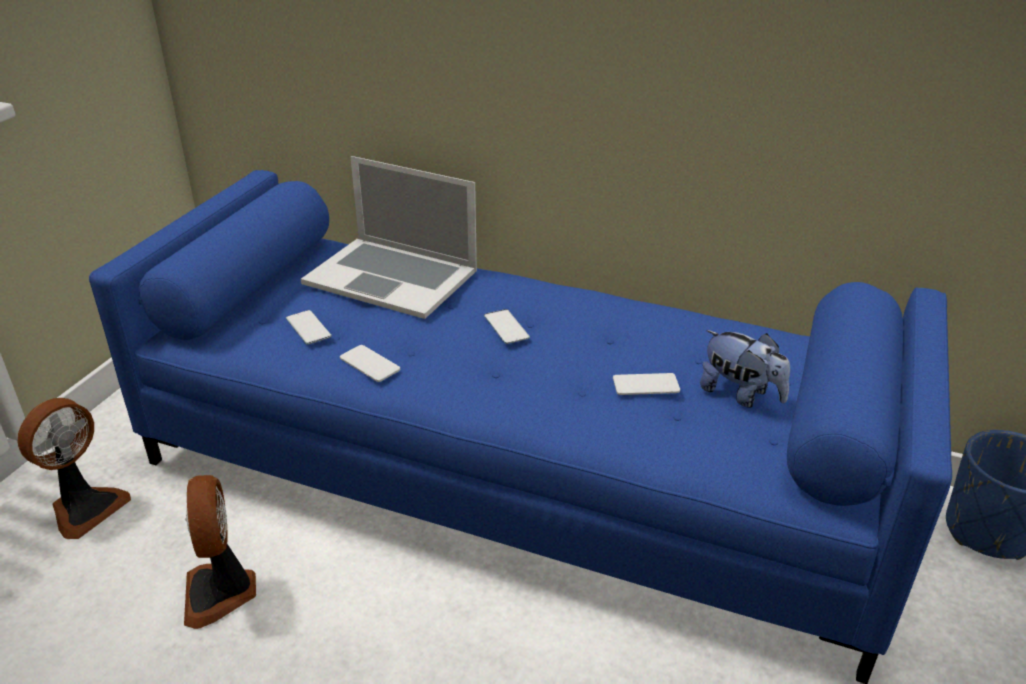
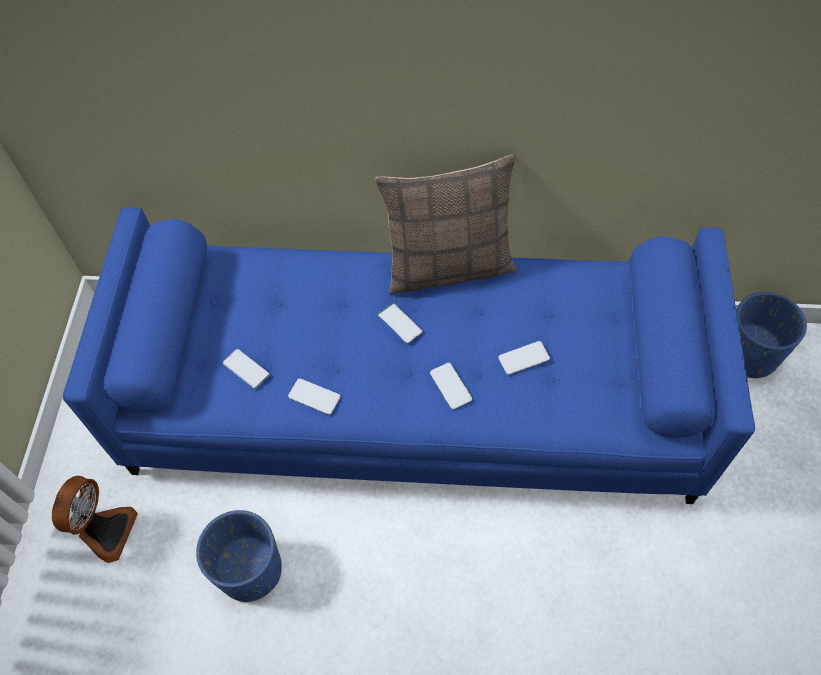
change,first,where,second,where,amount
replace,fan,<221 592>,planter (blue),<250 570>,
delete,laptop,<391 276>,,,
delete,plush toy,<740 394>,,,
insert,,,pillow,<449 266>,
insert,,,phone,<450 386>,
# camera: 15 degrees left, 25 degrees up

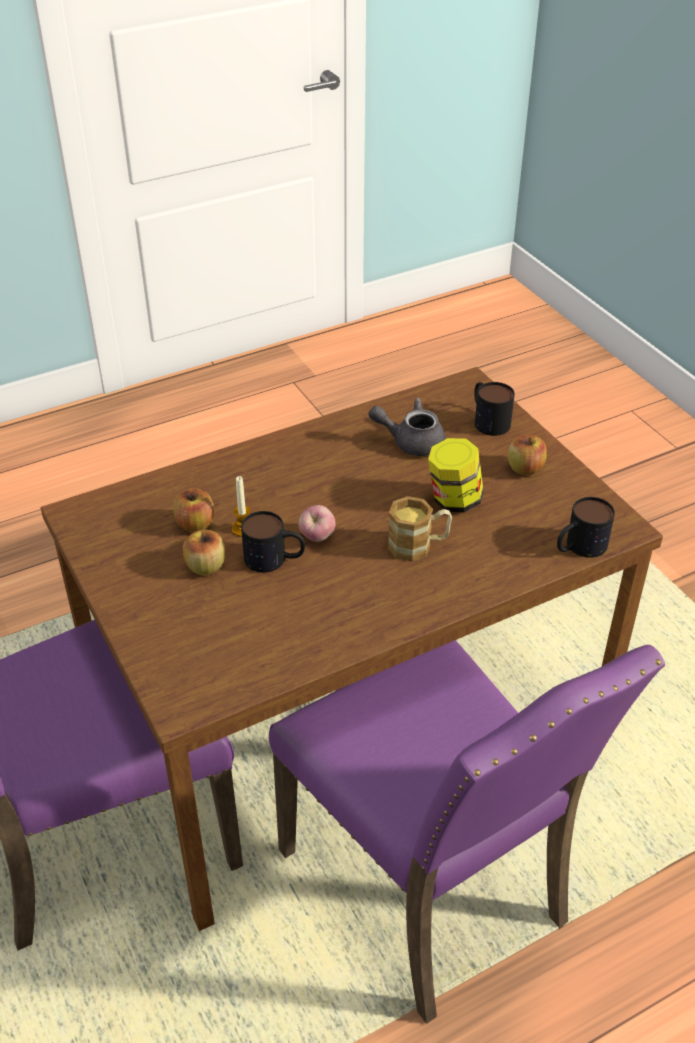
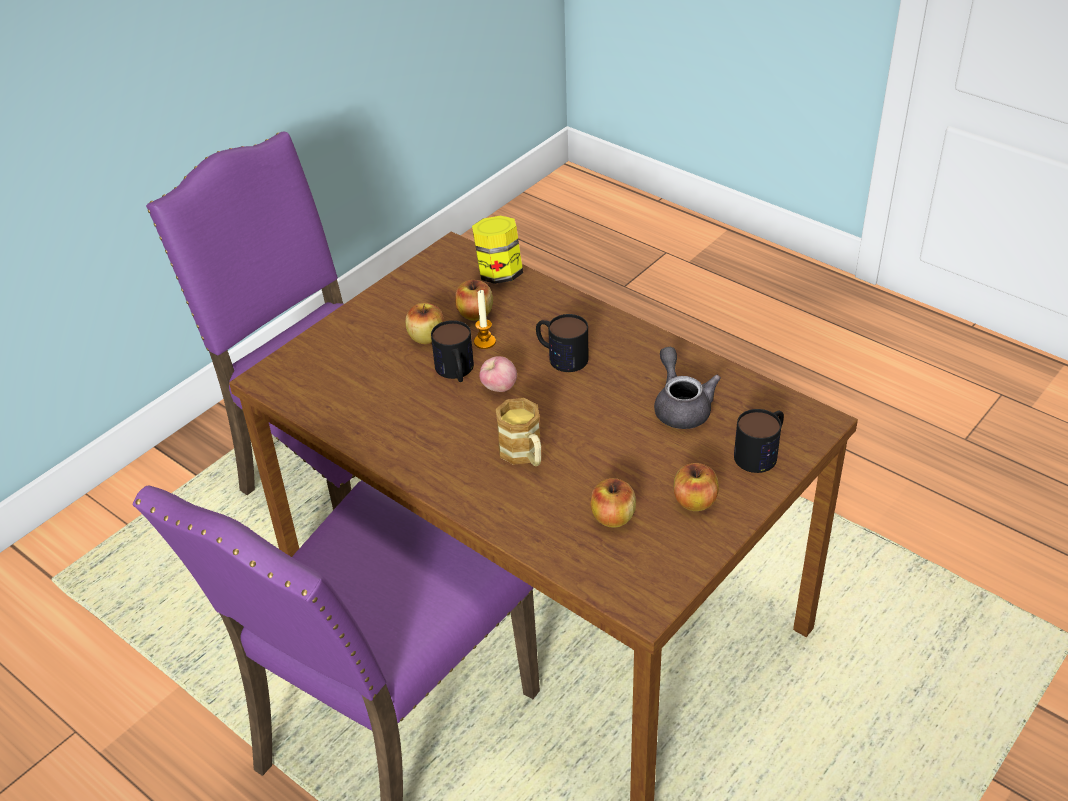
change,first,where,second,where,amount
move,jar,<454 500>,,<499 274>,
move,mug,<579 547>,,<560 356>,
insert,,,apple,<613 517>,
# camera: 70 degrees right, 0 degrees up

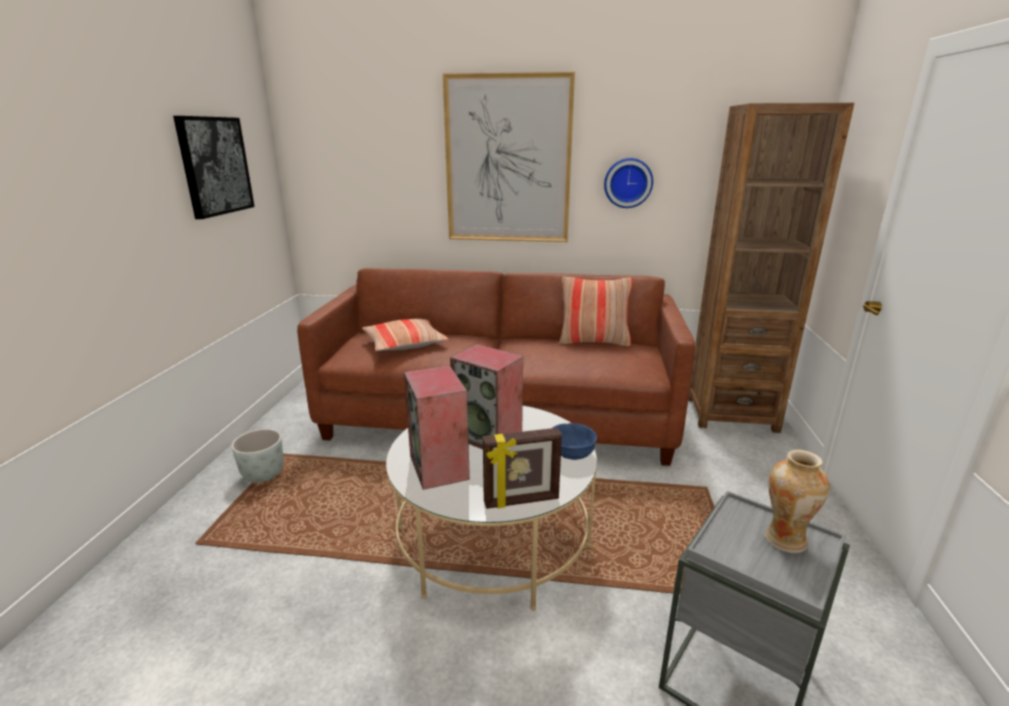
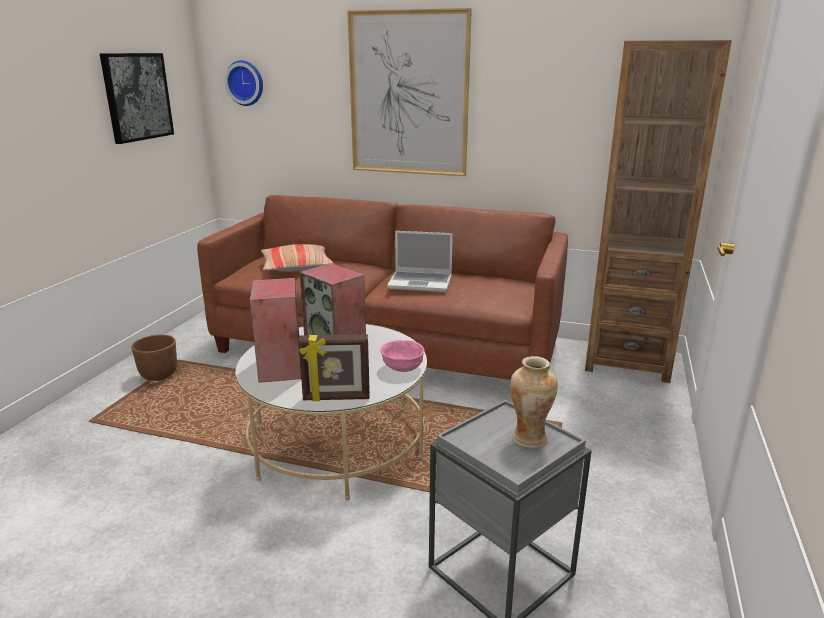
change,first,where,second,where,amount
recolor,planter (grey),<263 475>,planter (brown),<159 375>,
recolor,bowl (blue),<571 454>,bowl (pink),<402 367>,
delete,pillow,<594 341>,,,
move,wall clock,<628 183>,,<246 83>,
insert,,,laptop,<421 282>,
# camera: 10 degrees right, 0 degrees up

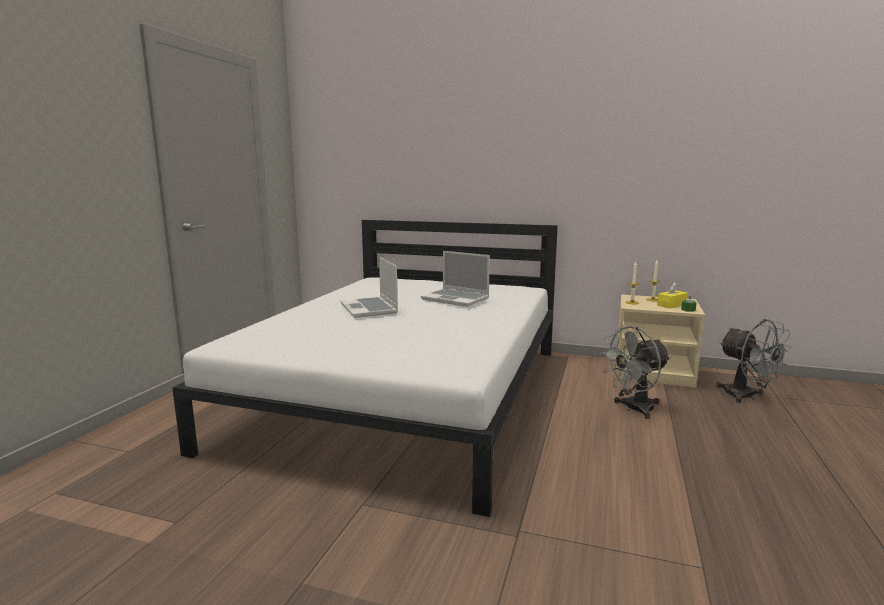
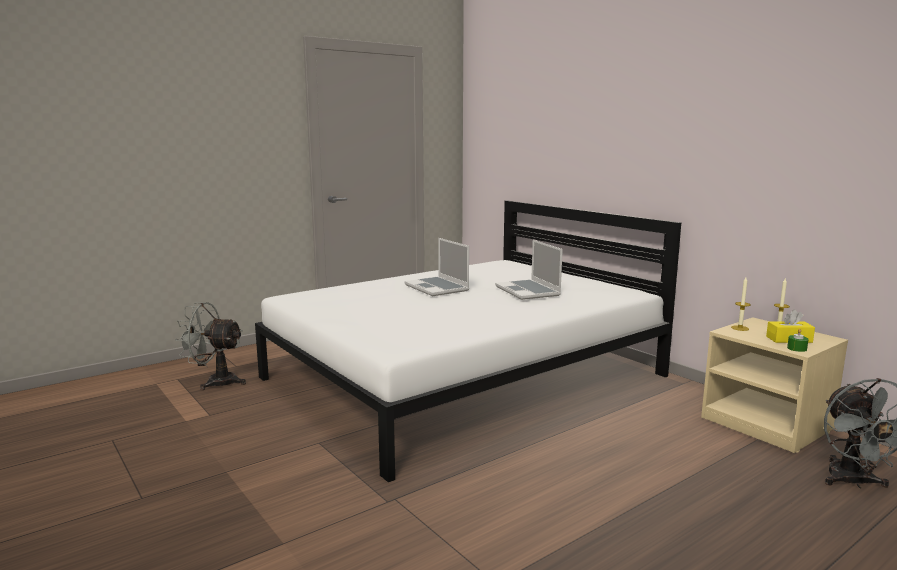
change,first,where,second,where,amount
rotate,laptop,<370 309>,,<437 288>,45 degrees counterclockwise
move,fan (grey),<633 409>,,<215 382>,
# camera: 35 degrees right, 0 degrees up

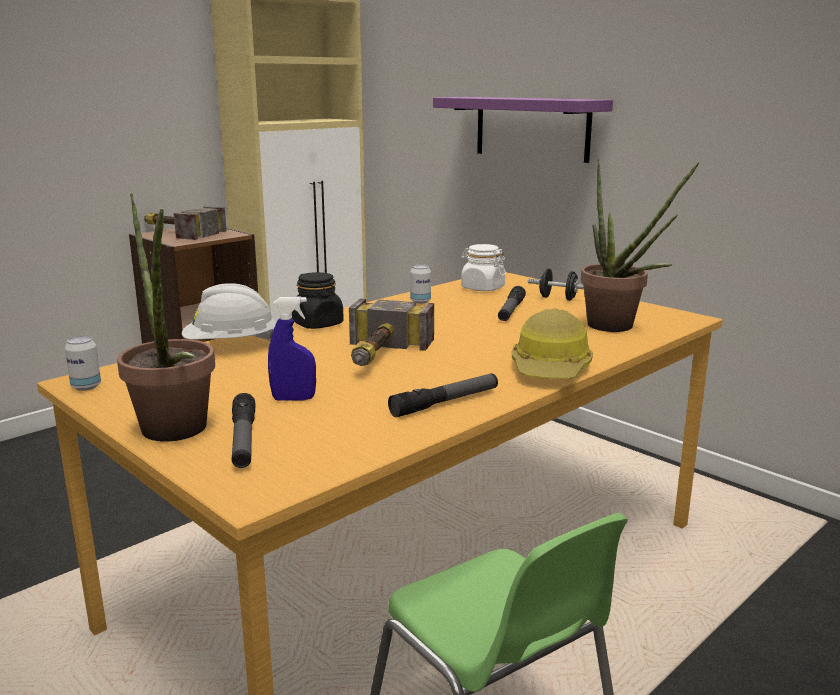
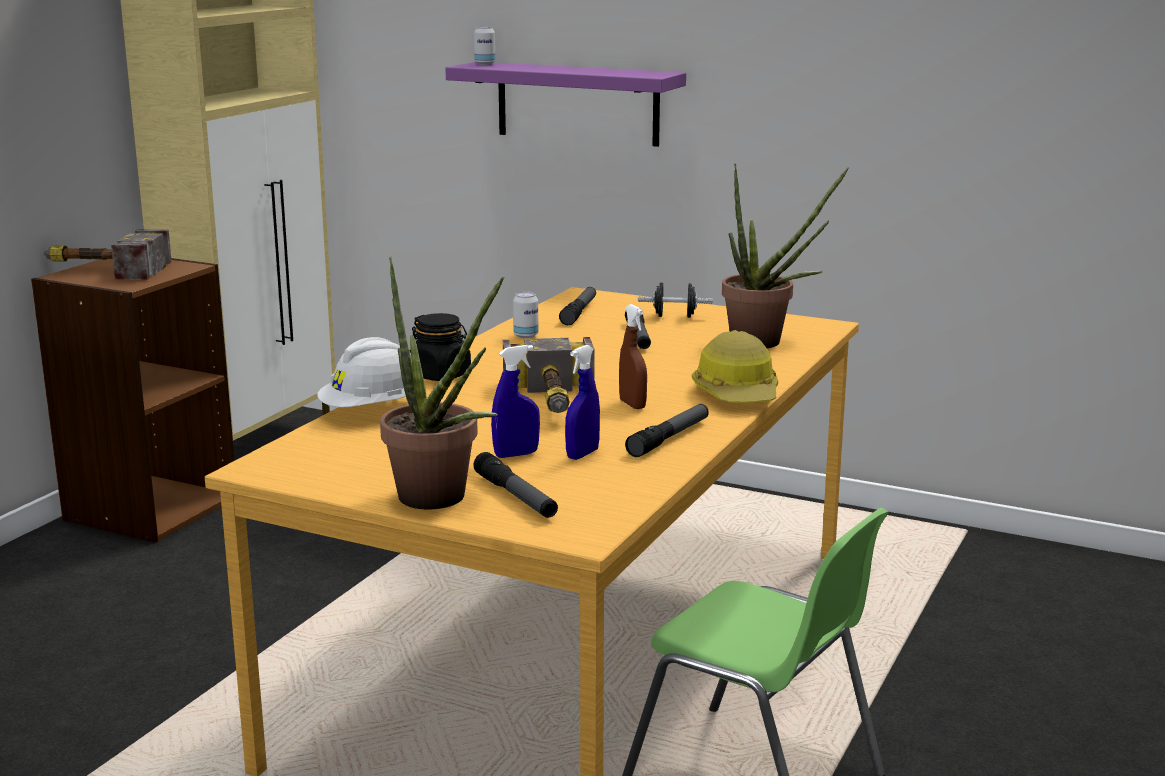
change,first,where,second,where,amount
move,can,<86 386>,,<485 64>,
replace,jar (white),<482 288>,flashlight,<579 312>,
insert,,,spray bottle (blue),<582 454>,
insert,,,spray bottle (brown),<632 405>,
# camera: 20 degrees left, 0 degrees up

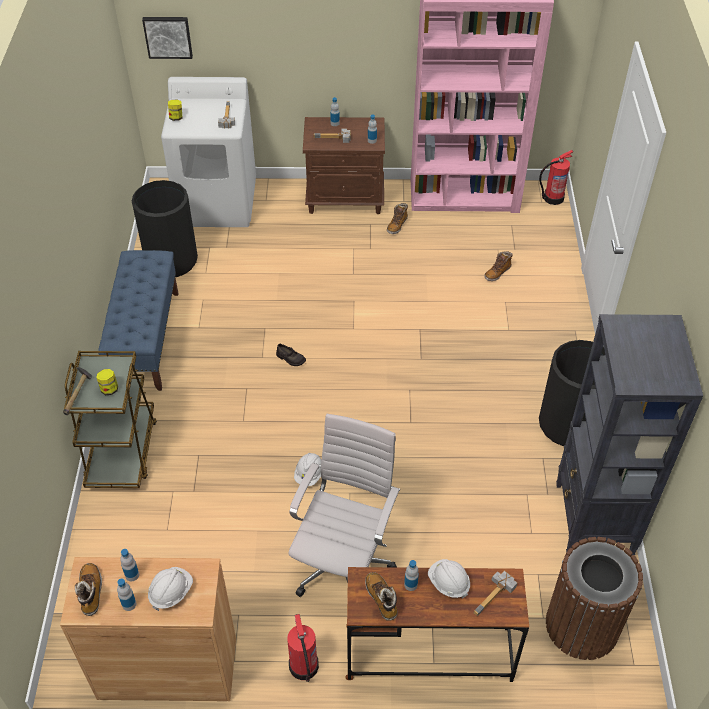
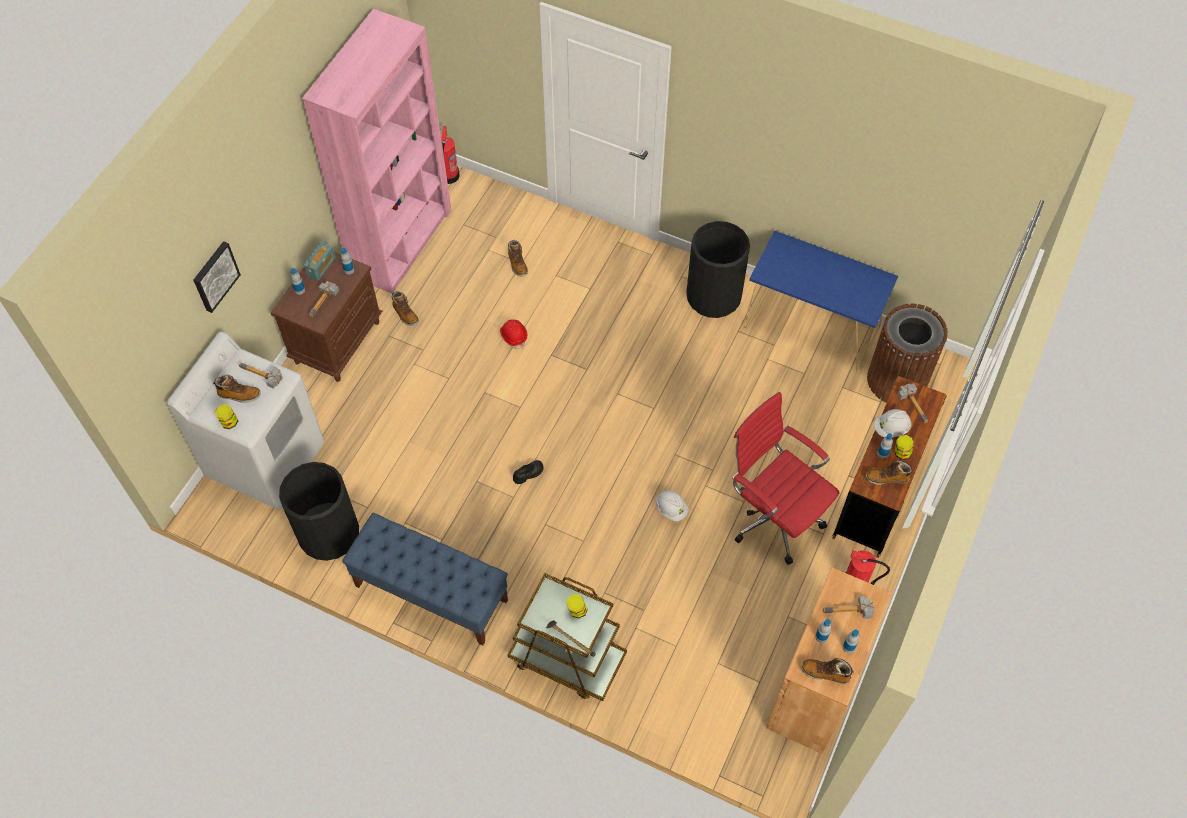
change,first,where,second,where,amount
move,picture,<168 36>,,<214 276>,
replace,hard hat (white),<171 592>,hammer,<849 612>,
recolor,office chair (white),<344 563>,office chair (red),<773 517>,
replace,bookcase (black),<593 520>,console table (blue),<812 327>,
insert,,,boot,<239 395>,
insert,,,radio,<321 267>,
insert,,,hard hat (red),<513 336>,
insert,,,jar,<901 452>,
# camera: 65 degrees left, 10 degrees up

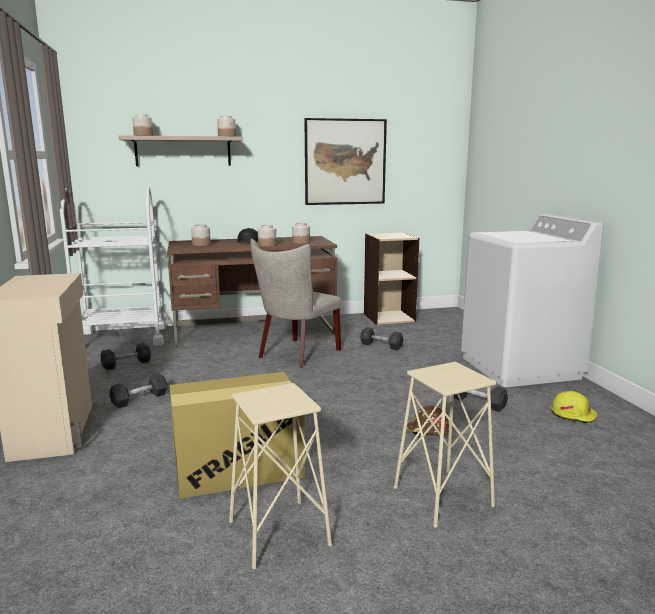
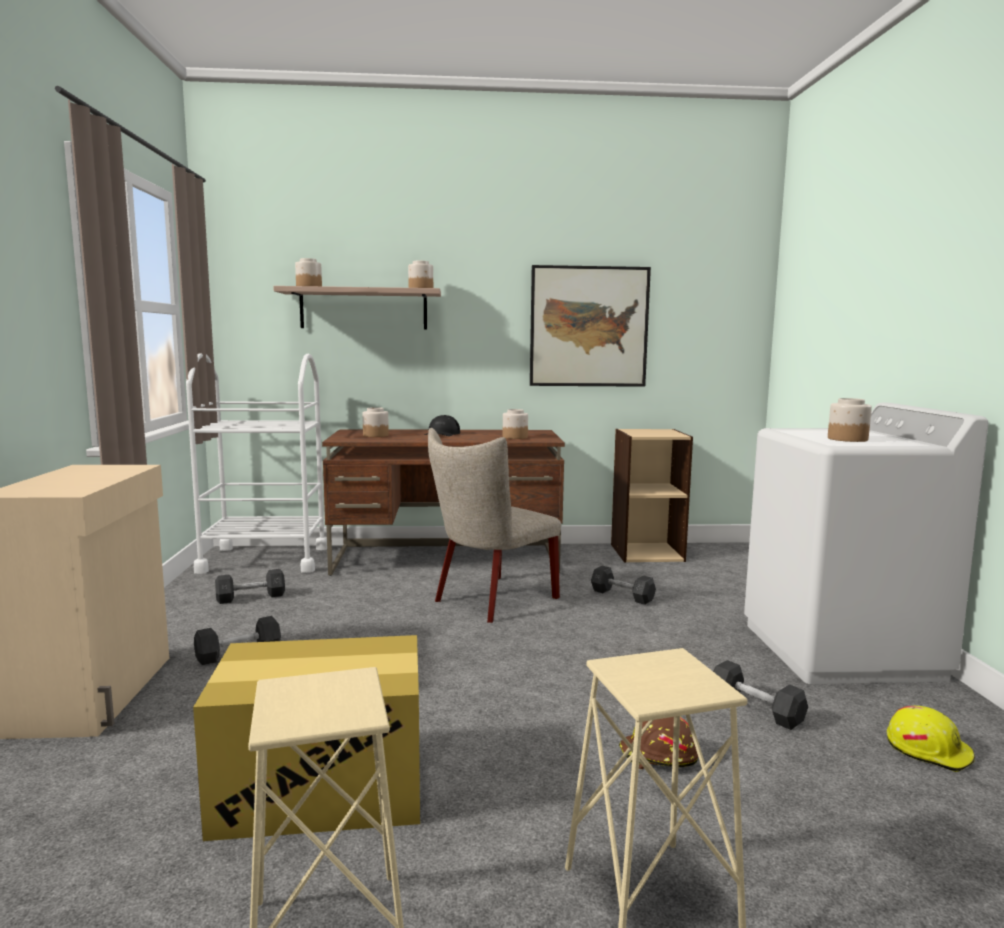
change,first,where,second,where,amount
move,jar,<267 245>,,<847 439>,
# camera: 10 degrees right, 5 degrees down

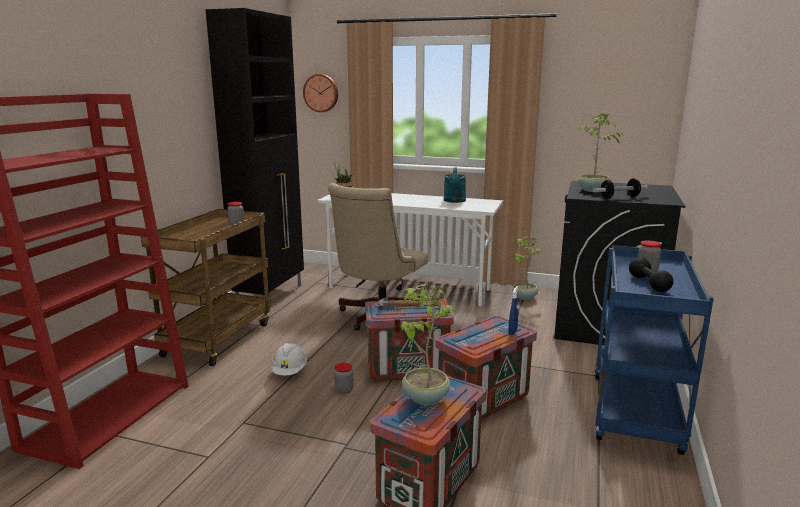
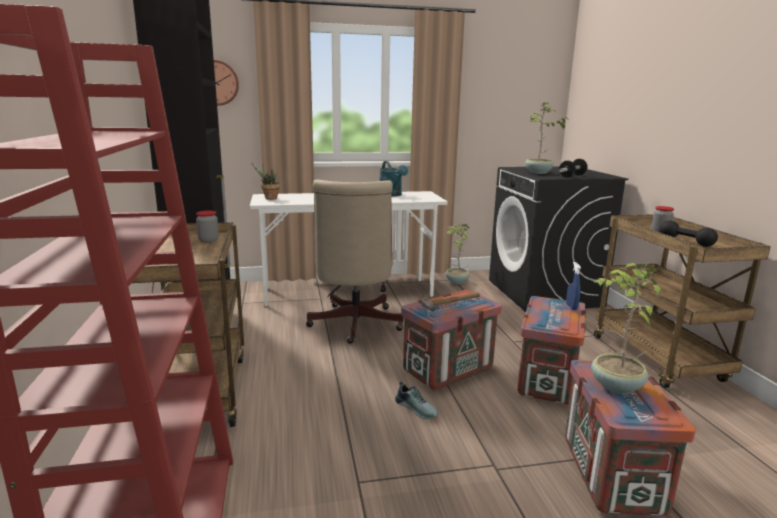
change,first,where,second,where,amount
delete,hard hat (white),<290 372>,,,
replace,jar,<344 390>,shoe,<417 408>,
recolor,cart (blue),<636 415>,cart (brown),<659 360>,
# camera: 30 degrees left, 0 degrees up

